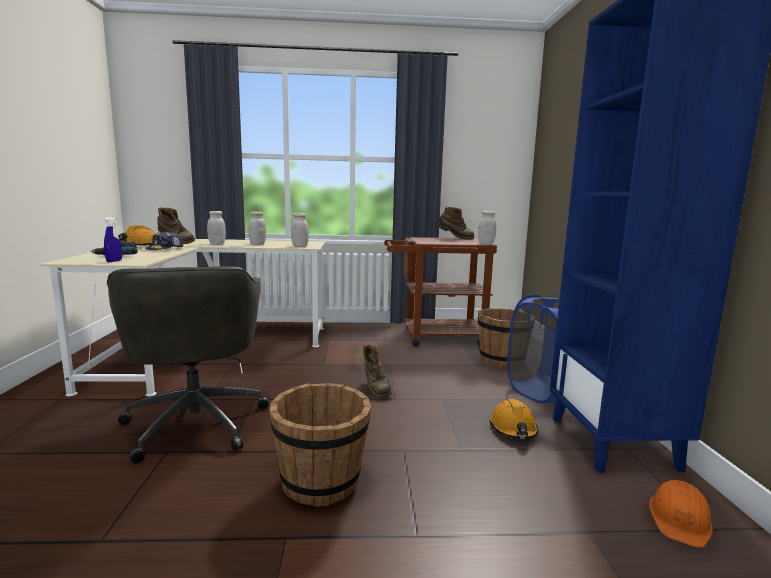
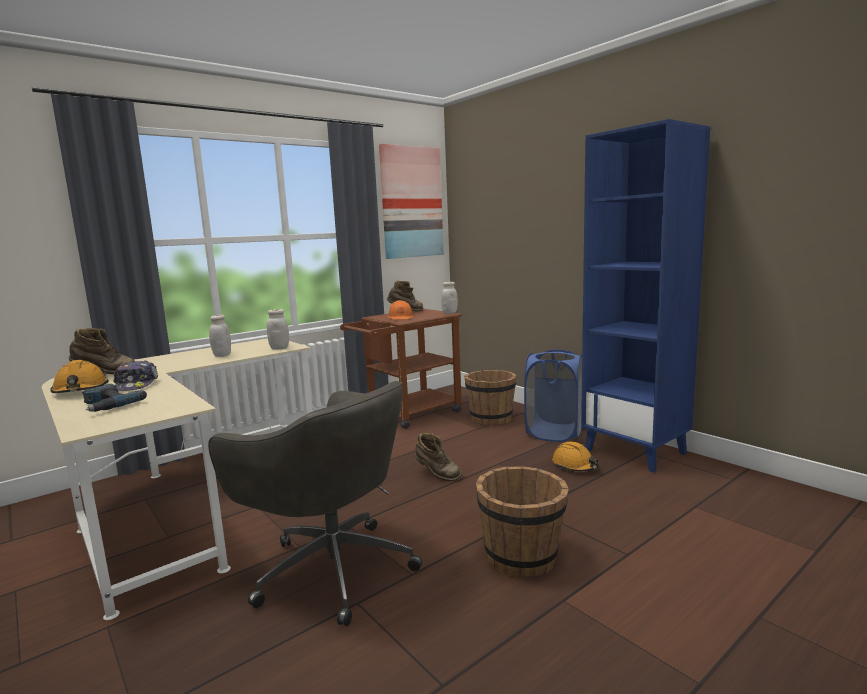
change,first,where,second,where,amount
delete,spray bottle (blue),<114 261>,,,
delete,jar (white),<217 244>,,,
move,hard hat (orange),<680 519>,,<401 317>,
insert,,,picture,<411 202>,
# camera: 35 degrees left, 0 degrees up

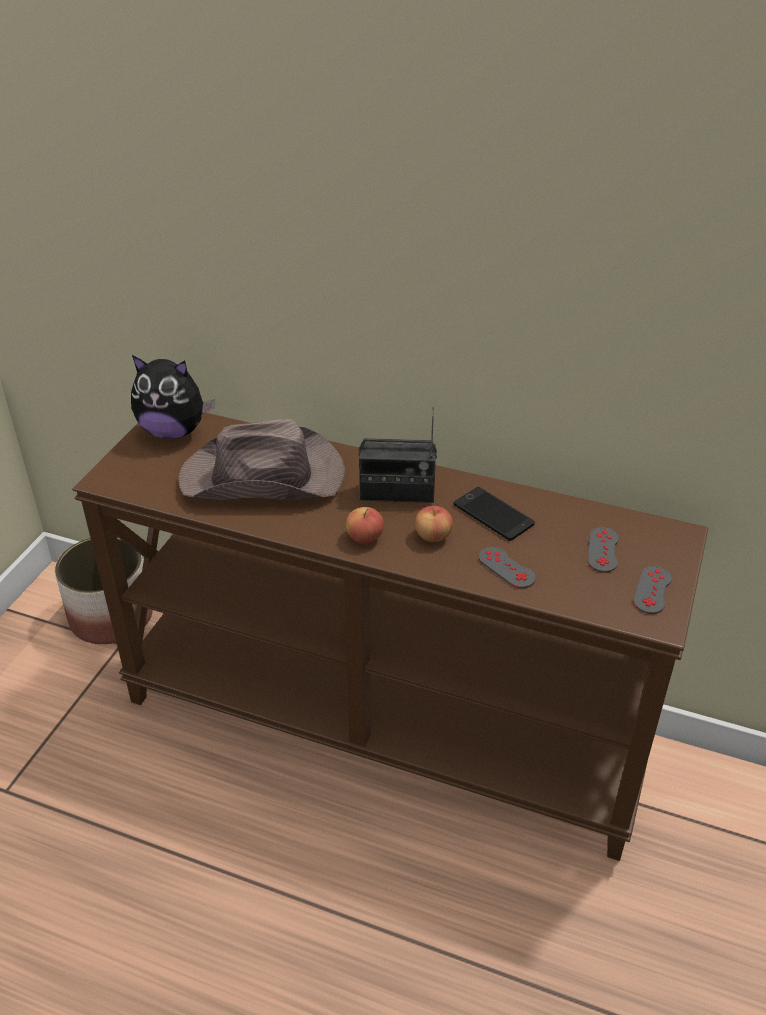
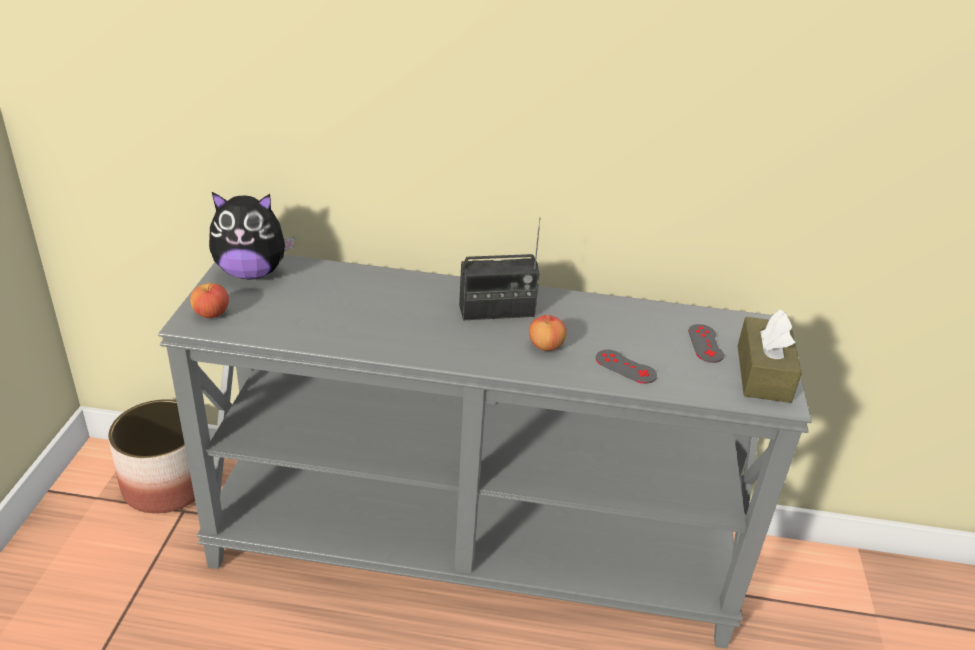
change,first,where,second,where,amount
recolor,console table (brown),<385 721>,console table (grey),<473 550>,
delete,hat (brown),<264 477>,,,
move,apple,<364 537>,,<211 313>,
delete,phone,<493 514>,,,
replace,game controller (grey),<652 590>,tissue box (brown),<763 373>,
# camera: 15 degrees left, 5 degrees down

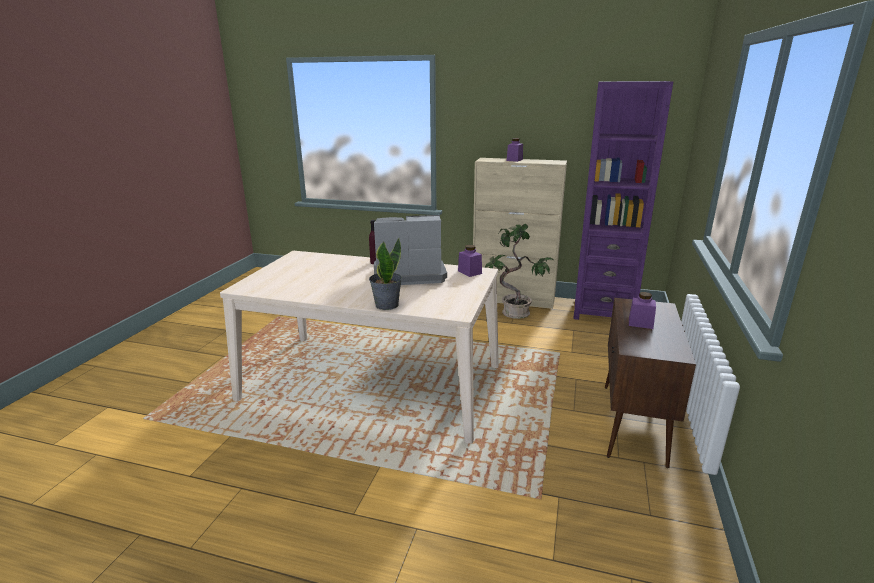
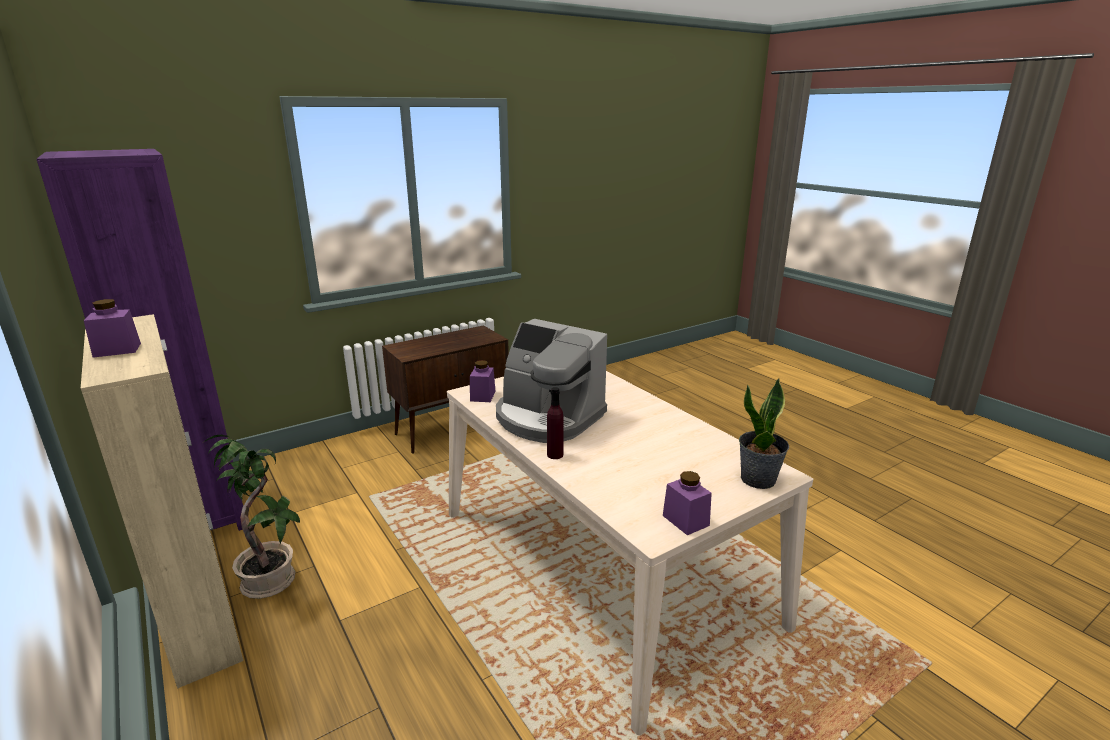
change,first,where,second,where,amount
move,potted plant,<386 305>,,<758 479>,
move,jar (purple),<640 323>,,<685 520>,
# camera: 140 degrees left, 0 degrees up

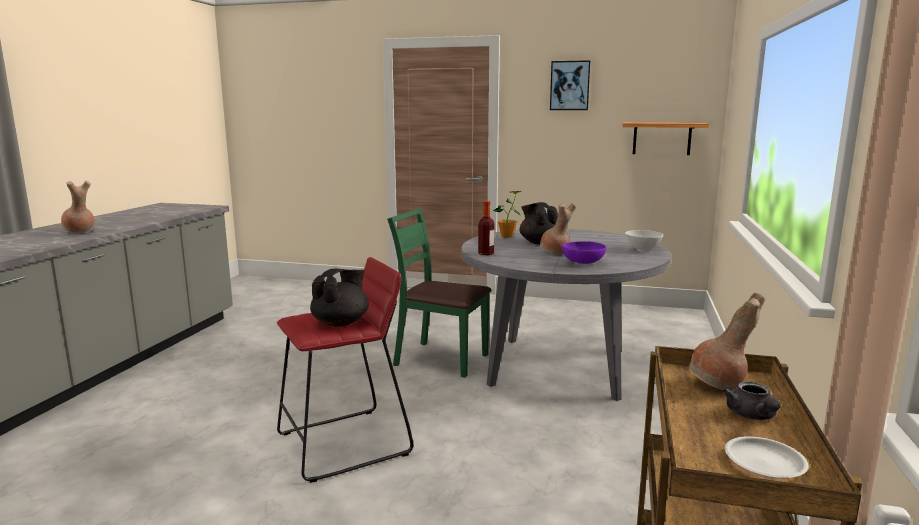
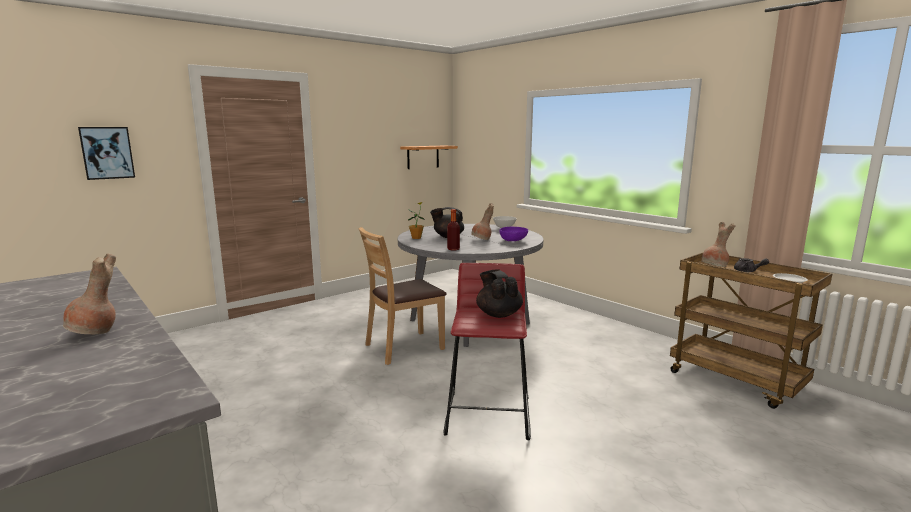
change,first,where,second,where,amount
recolor,chair (green),<440 359>,chair (brown),<403 347>,
move,picture,<570 85>,,<107 153>,
# camera: 55 degrees left, 0 degrees up

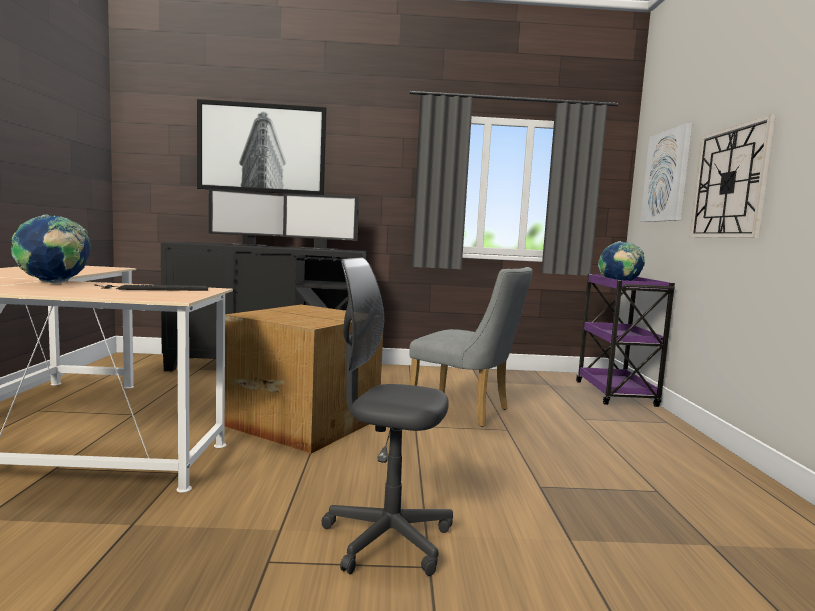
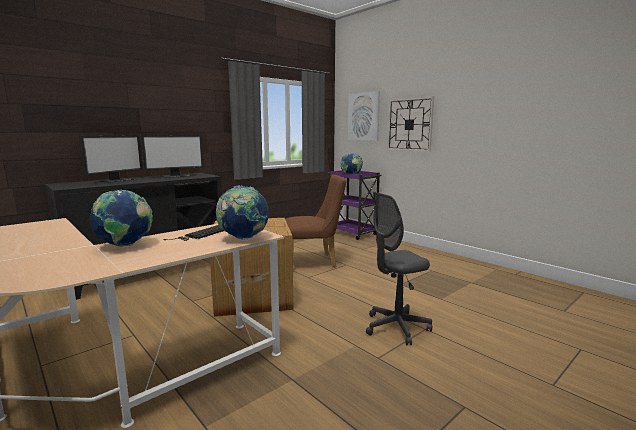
change,first,where,second,where,amount
delete,picture,<262 148>,,,
recolor,chair (grey),<466 411>,chair (brown),<314 262>,
insert,,,globe,<243 238>,
# camera: 40 degrees left, 5 degrees up

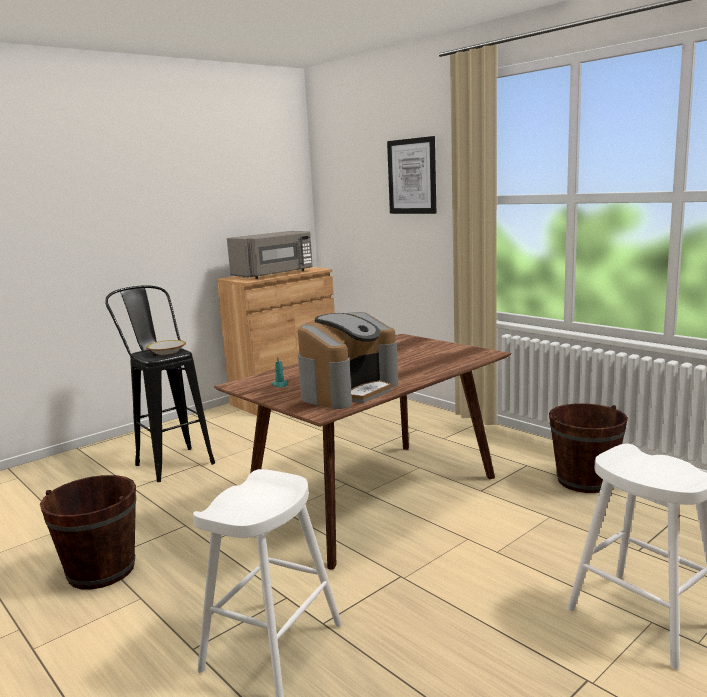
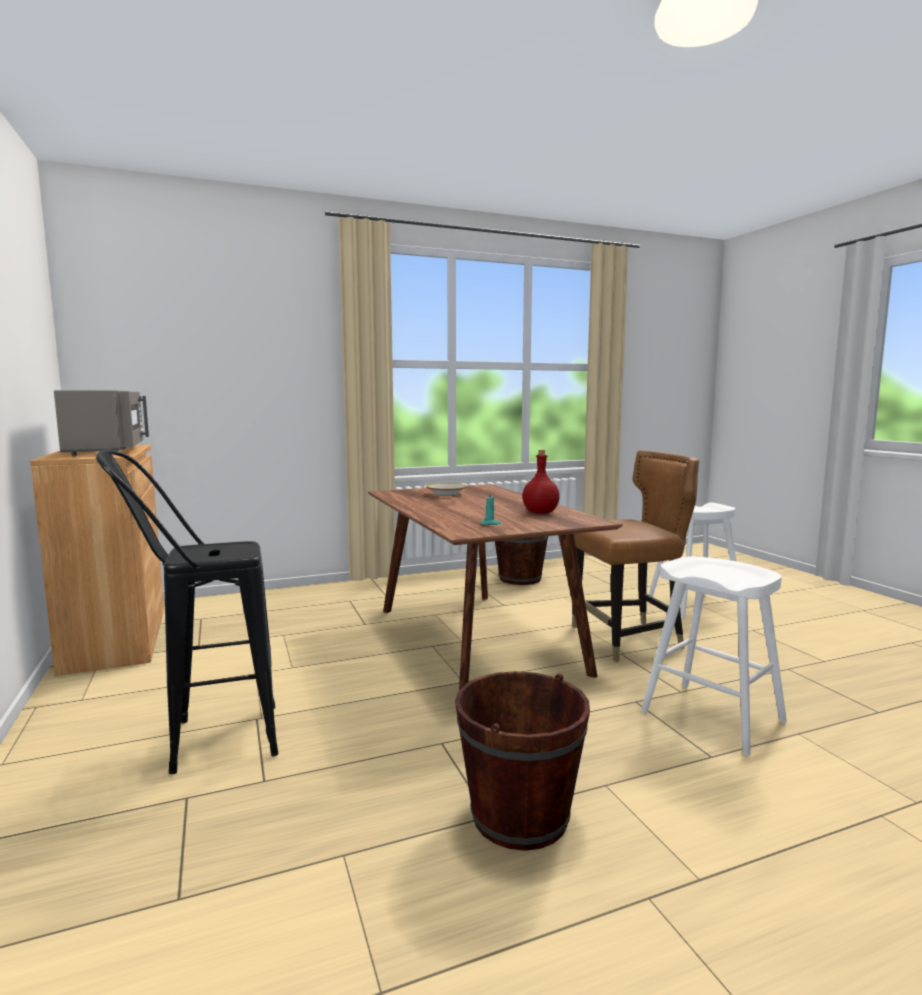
change,first,where,second,where,amount
move,bowl,<167 352>,,<446 494>,
replace,coffee machine,<348 390>,bottle (red),<539 512>,
delete,picture,<412 176>,,,
insert,,,chair (brown),<627 639>,
# camera: 70 degrees left, 5 degrees down

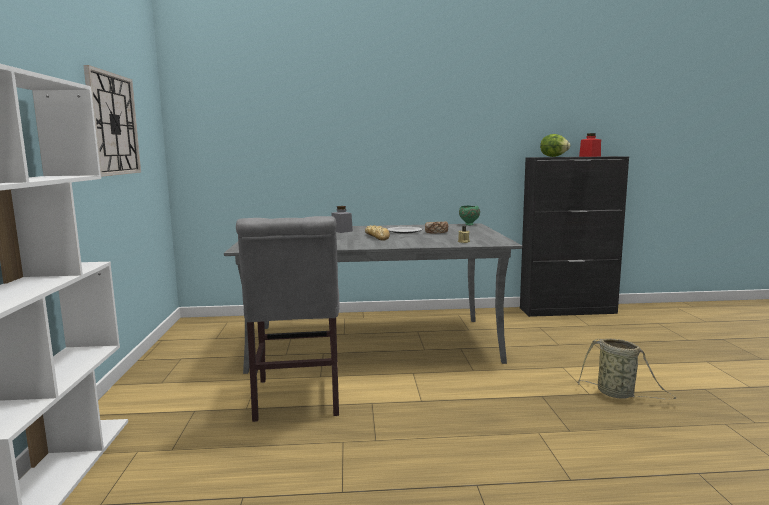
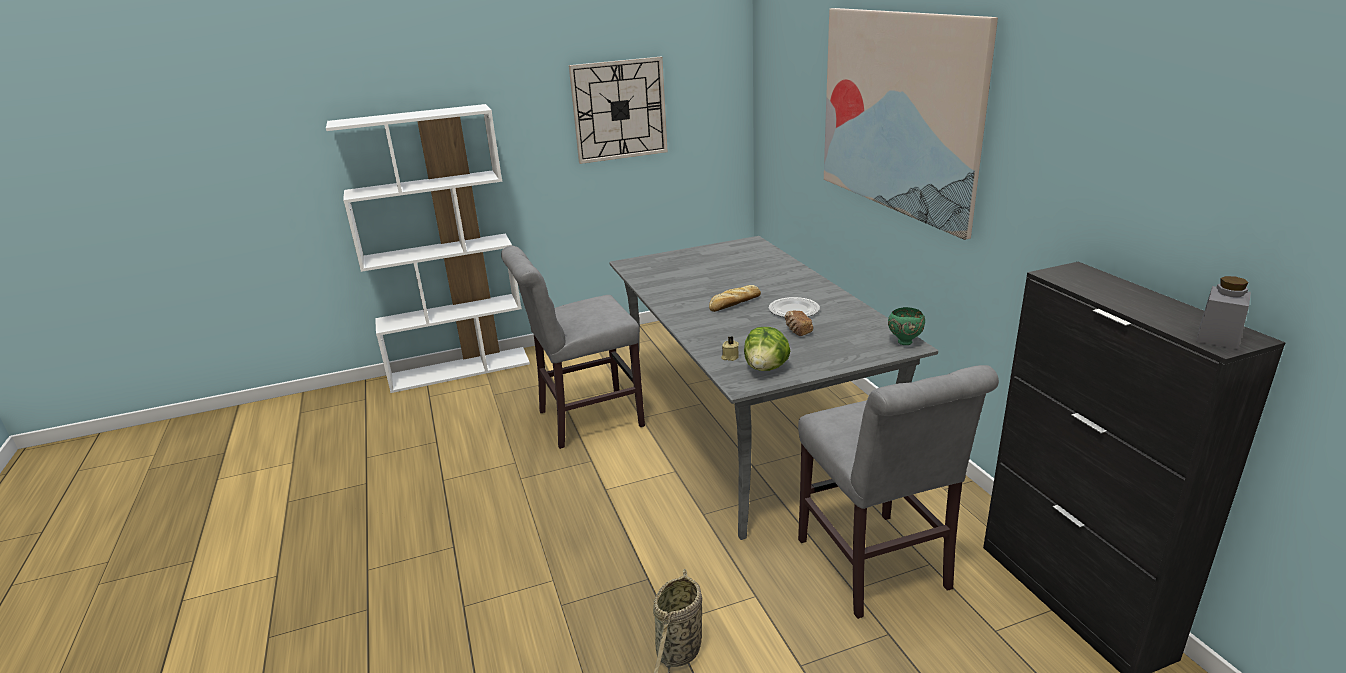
change,first,where,second,where,amount
move,jar (grey),<341 231>,,<1218 337>,
move,lettuce,<554 156>,,<766 368>,
delete,jar (red),<589 156>,,,
insert,,,chair (grey),<876 569>,
insert,,,picture,<898 113>,
# camera: 75 degrees right, 15 degrees up

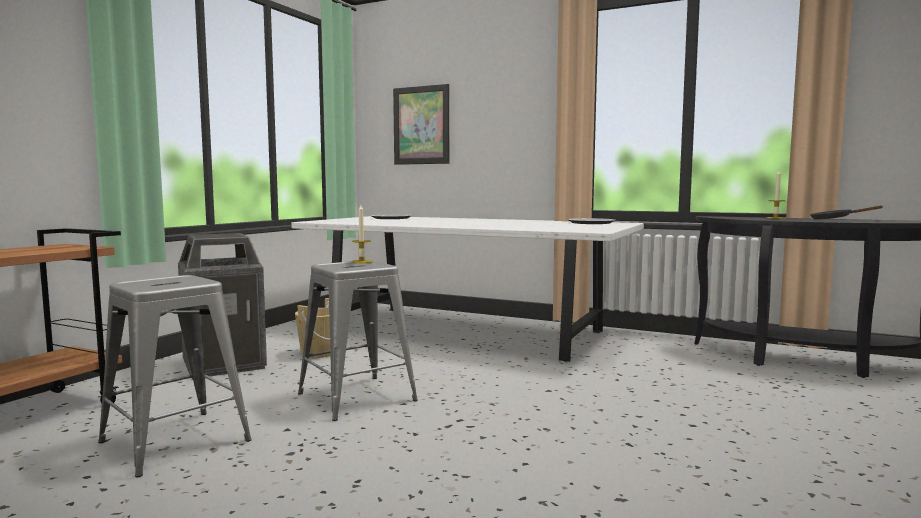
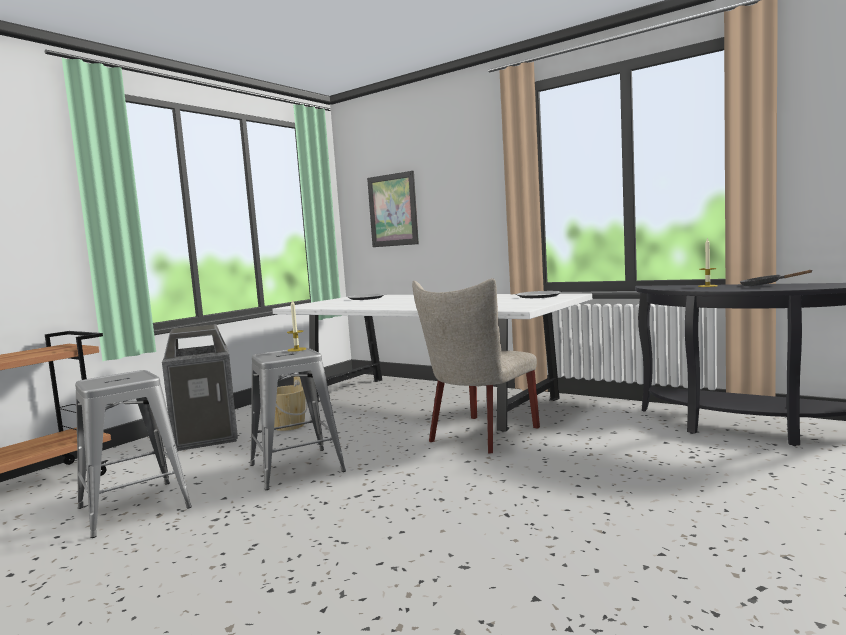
change,first,where,second,where,amount
insert,,,chair (beige),<479 436>,
# camera: 10 degrees right, 0 degrees up

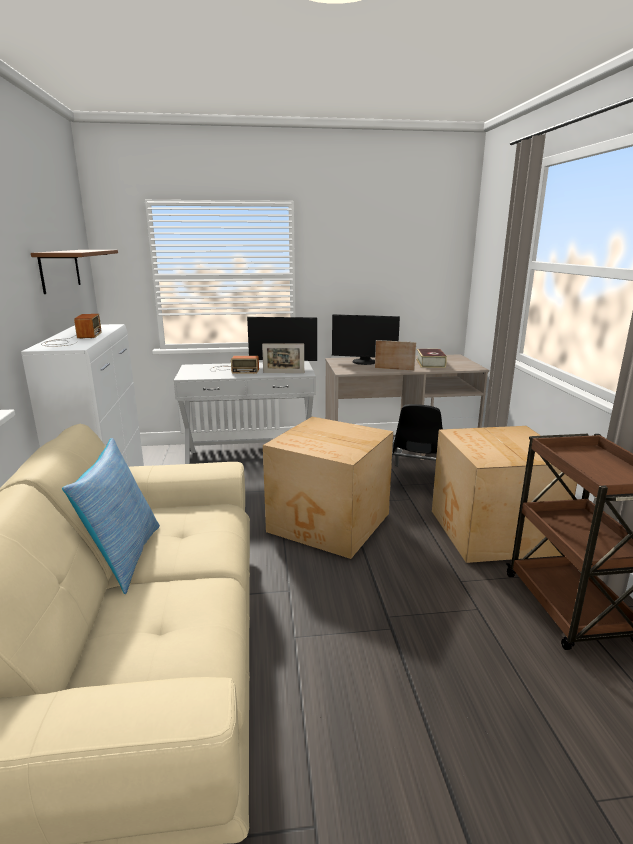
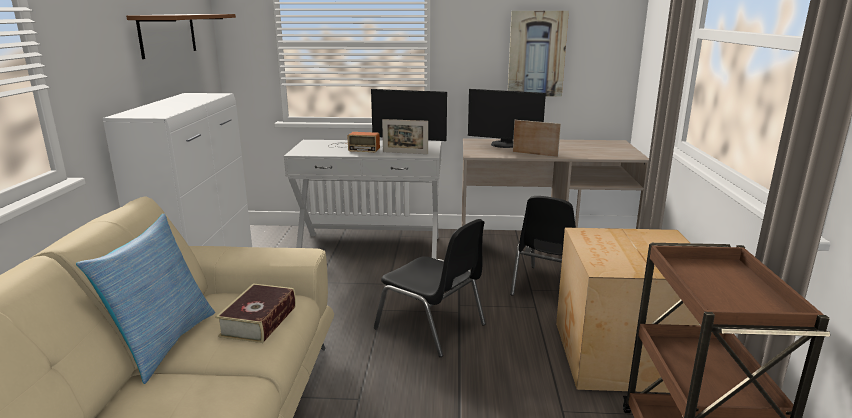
change,first,where,second,where,amount
delete,radio,<72 339>,,,
replace,cardboard box,<330 523>,chair (black),<432 327>,
move,book,<430 363>,,<259 321>,
insert,,,picture,<536 54>,
# camera: 10 degrees right, 0 degrees up

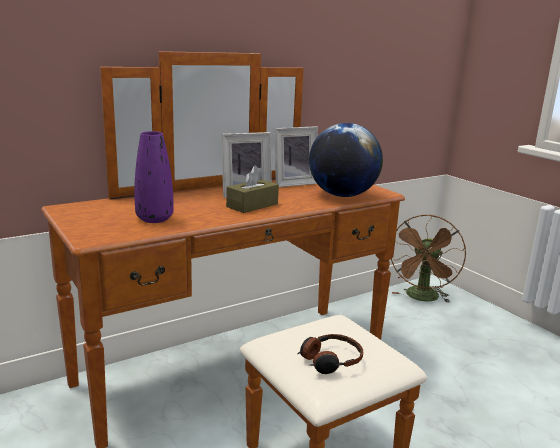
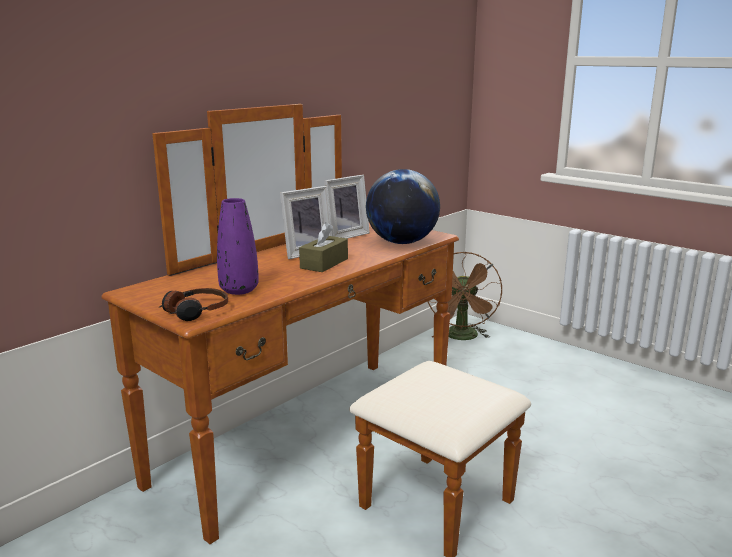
change,first,where,second,where,amount
move,headphones,<329 361>,,<195 312>,
# camera: 15 degrees left, 0 degrees up

